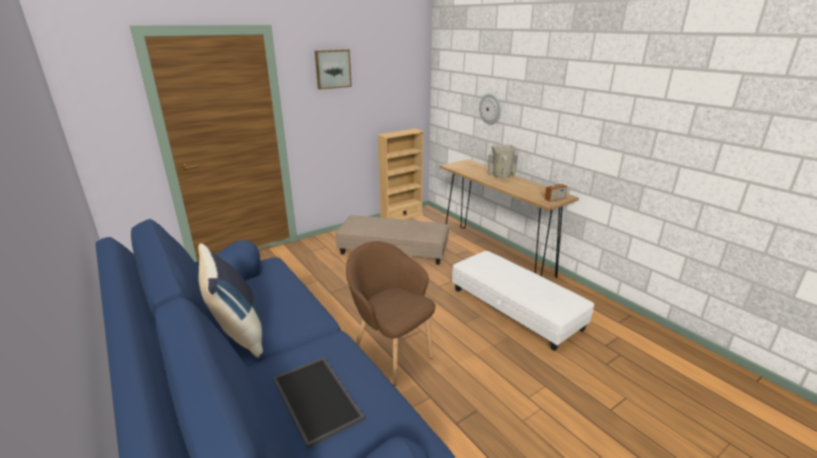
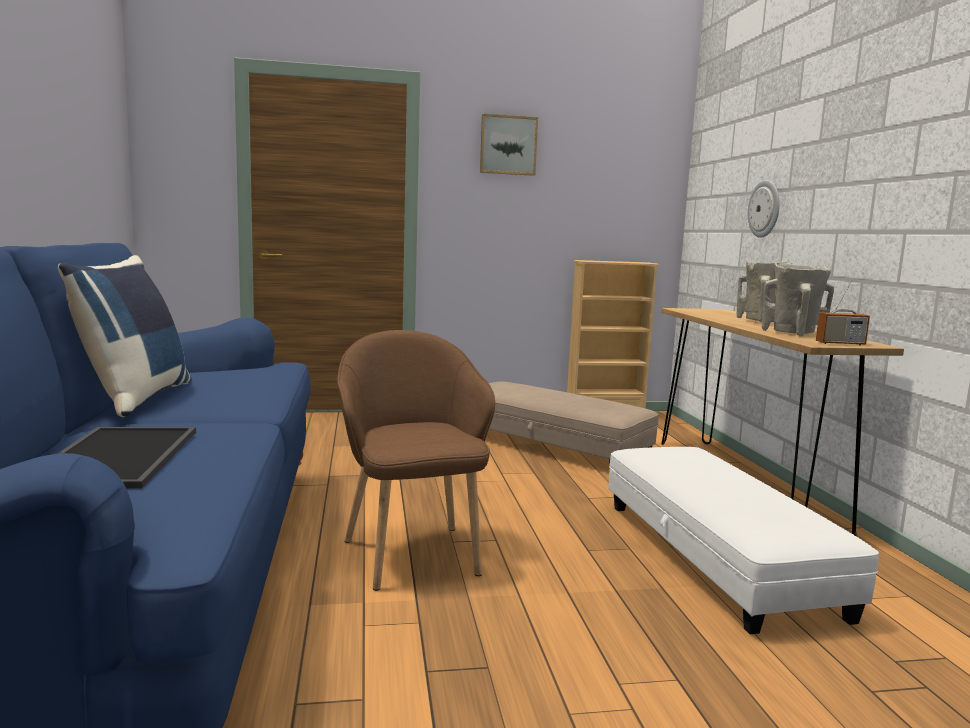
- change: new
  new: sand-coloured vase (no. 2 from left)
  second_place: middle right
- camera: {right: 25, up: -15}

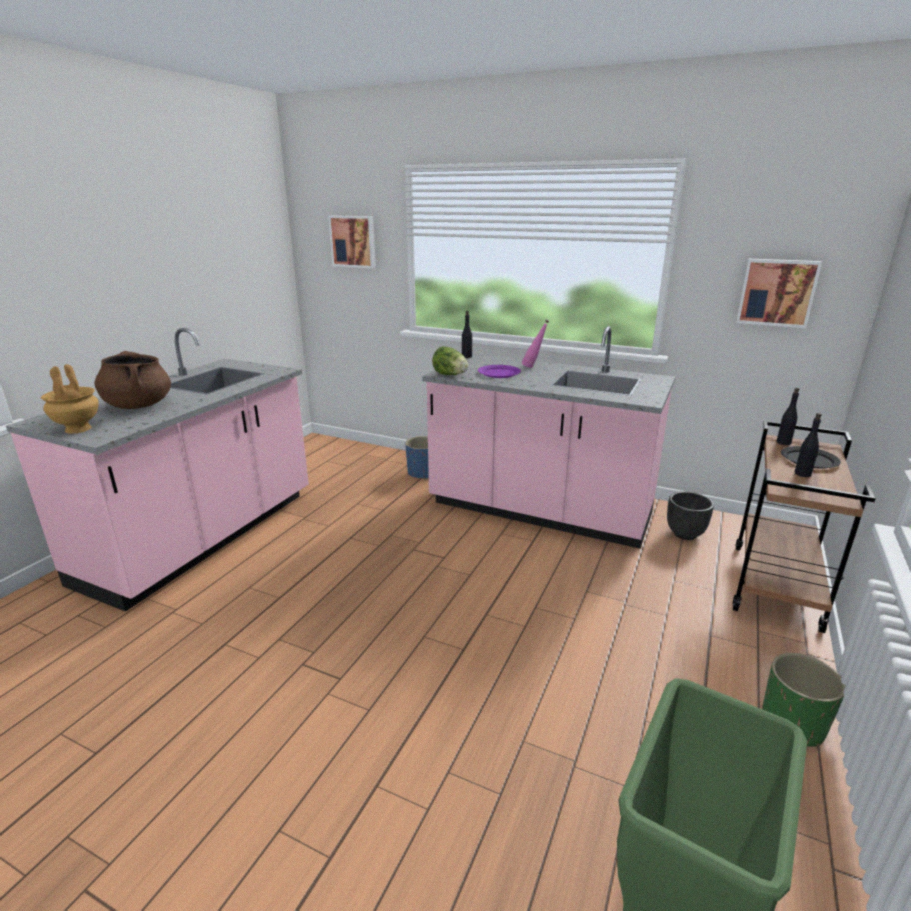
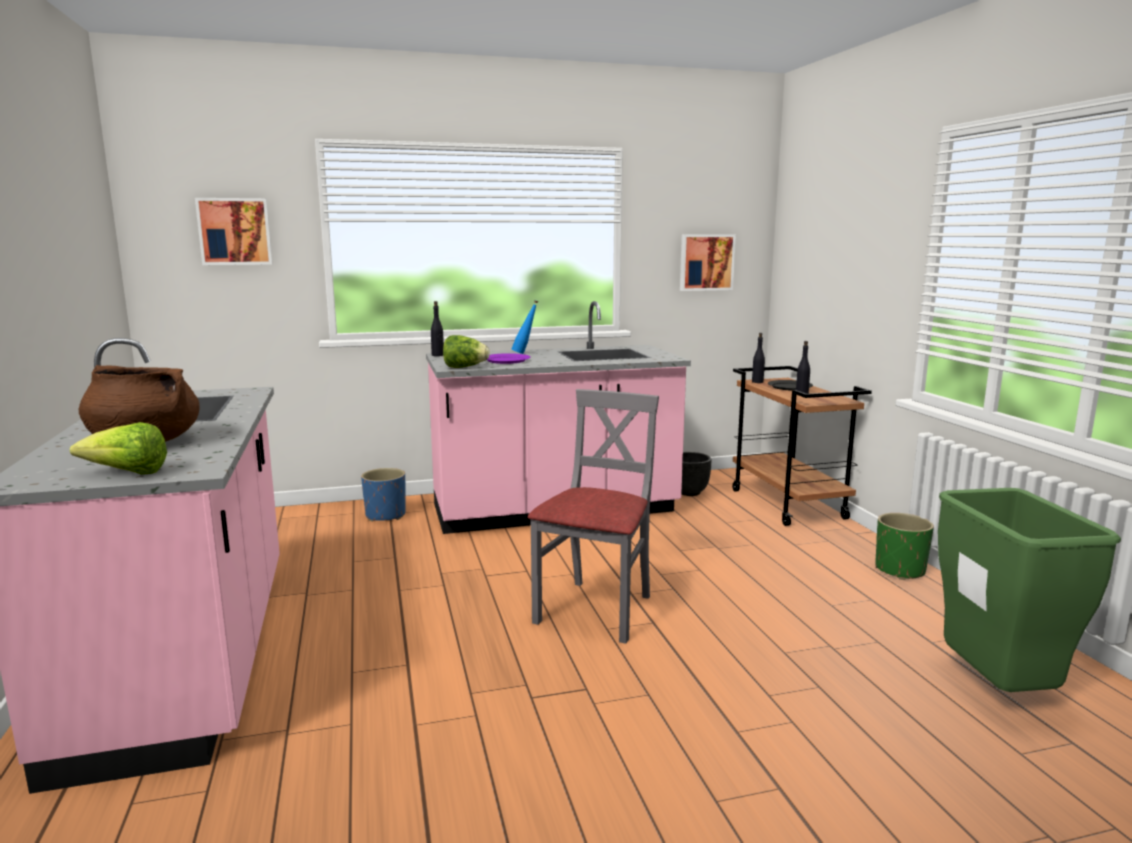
- change: repainted
  old: pinkish bottle
  new: bluish bottle
  first_place: centre
  second_place: centre
- change: swapped
  old: brown vase
  new: head of lettuce (no. 1 from left)
  first_place: middle left
  second_place: middle left
- change: new
  new: grey chair
  second_place: centre
- camera: {right: -40, up: -10}

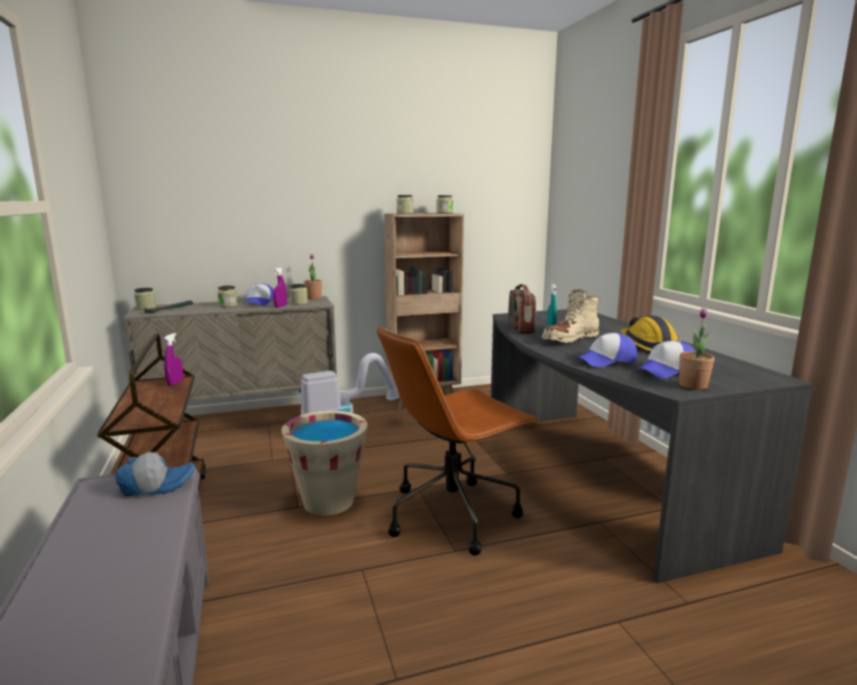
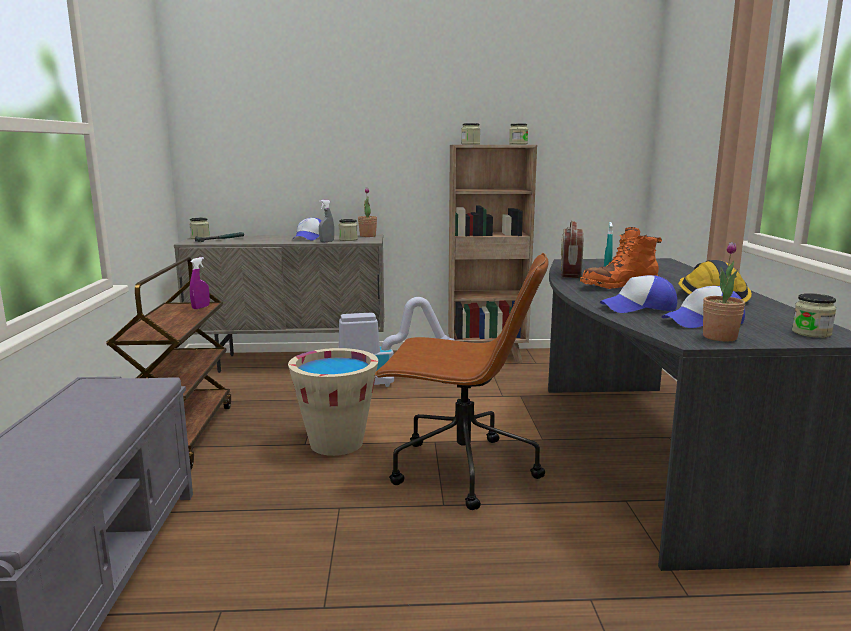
- change: repainted
  old: purple hand sprayer (no. 2 from left)
  new: grey hand sprayer
  first_place: middle left
  second_place: centre
- change: shifted
  old: storage jar (no. 2 from left in the first image)
  new: storage jar (no. 5 from left)
  first_place: middle left
  second_place: middle right
- change: repainted
  old: sand-coloured boot
  new: orangey boot
  first_place: centre
  second_place: middle right
- change: rotated
  old: brown desk chair
  first_place: centre
  second_place: centre
  degrees: -150
- change: gone
  old: cap (no. 1 from left)
  first_place: bottom left
- camera: {right: 15, up: 0}

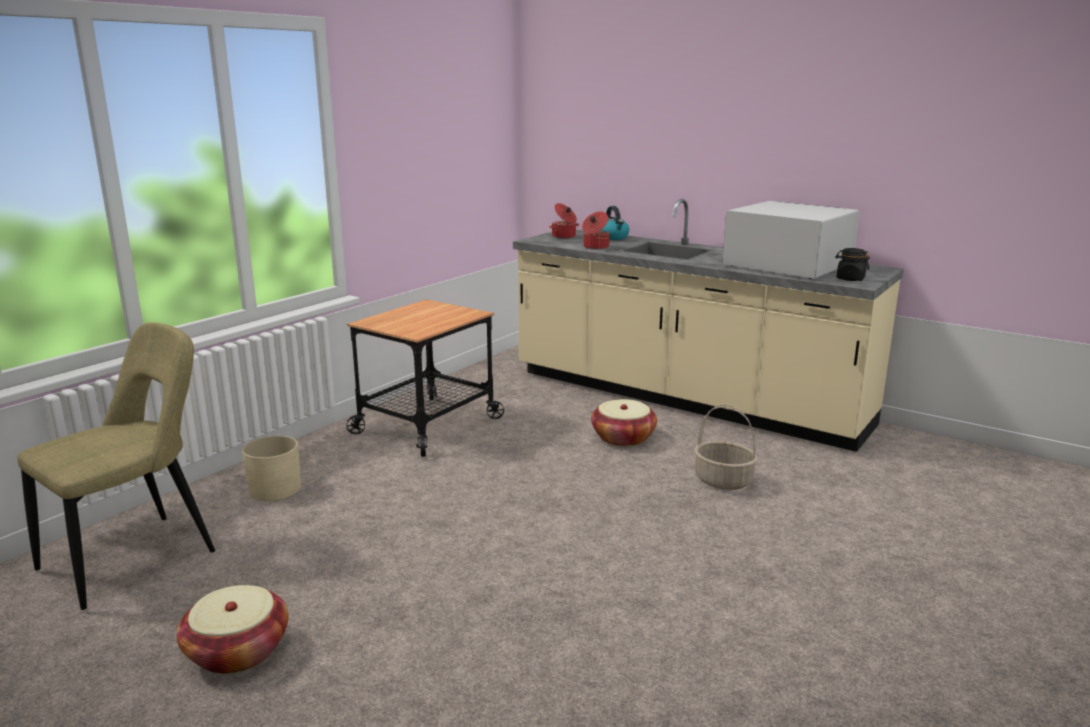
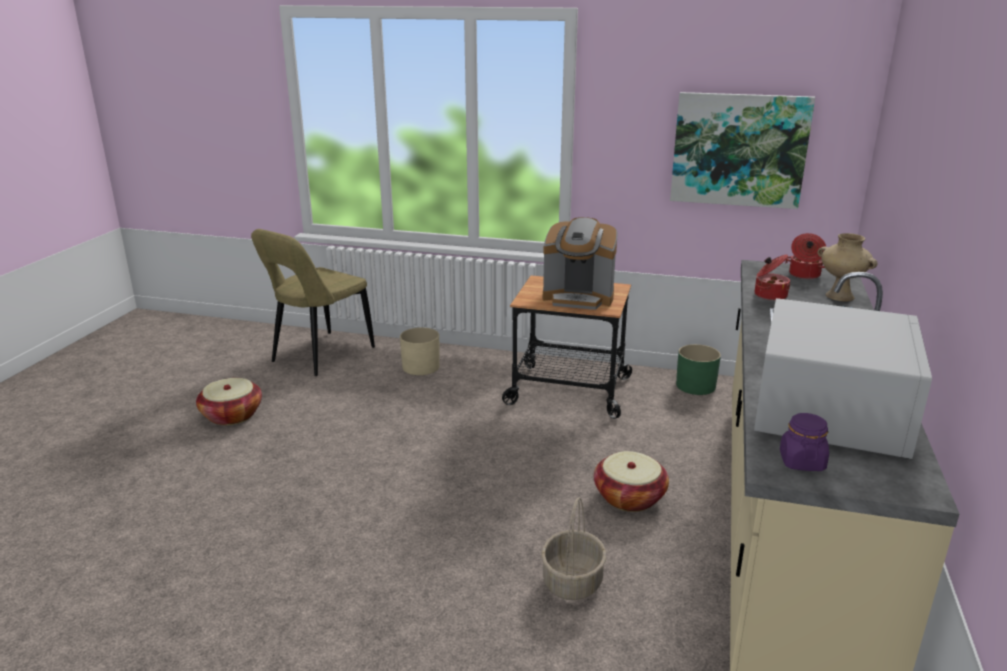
- change: swapped
  old: water kettle
  new: sand-coloured vase
  first_place: top centre
  second_place: middle right
- change: repainted
  old: blackish storage jar
  new: purple storage jar
  first_place: middle right
  second_place: middle right
- change: rotated
  old: sand-coloured chair
  first_place: middle left
  second_place: middle left
  degrees: 105
- change: new
  new: picture
  second_place: top right
- change: new
  new: coffee maker
  second_place: centre
- change: new
  new: green planter
  second_place: middle right
- camera: {right: 70, up: 5}

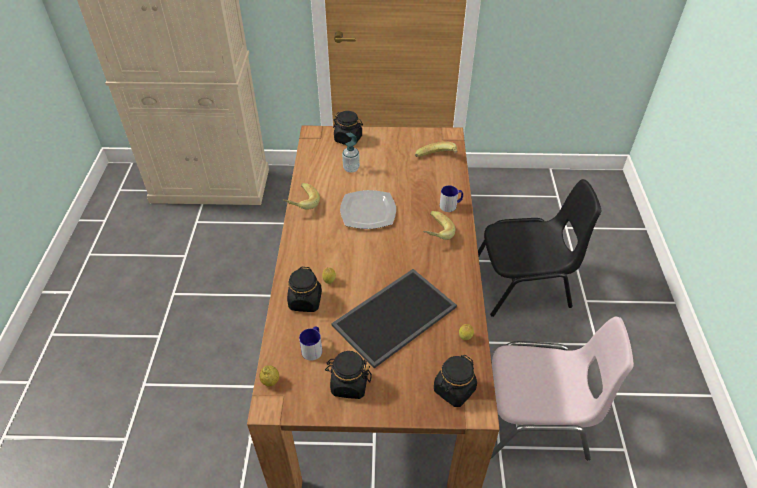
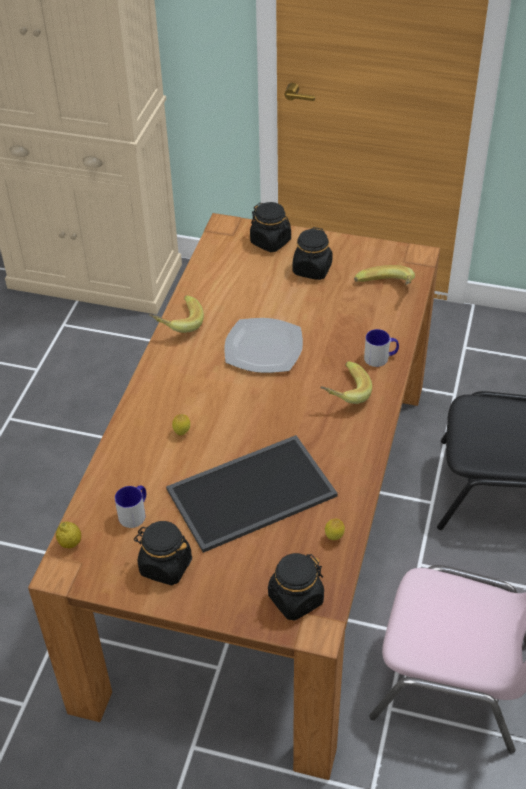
- change: gone
  old: soap dispenser
  first_place: top centre
- change: shifted
  old: blackish storage jar (no. 1 from left in the first image)
  new: blackish storage jar (no. 4 from left)
  first_place: centre
  second_place: top centre
- camera: {right: 15, up: 0}

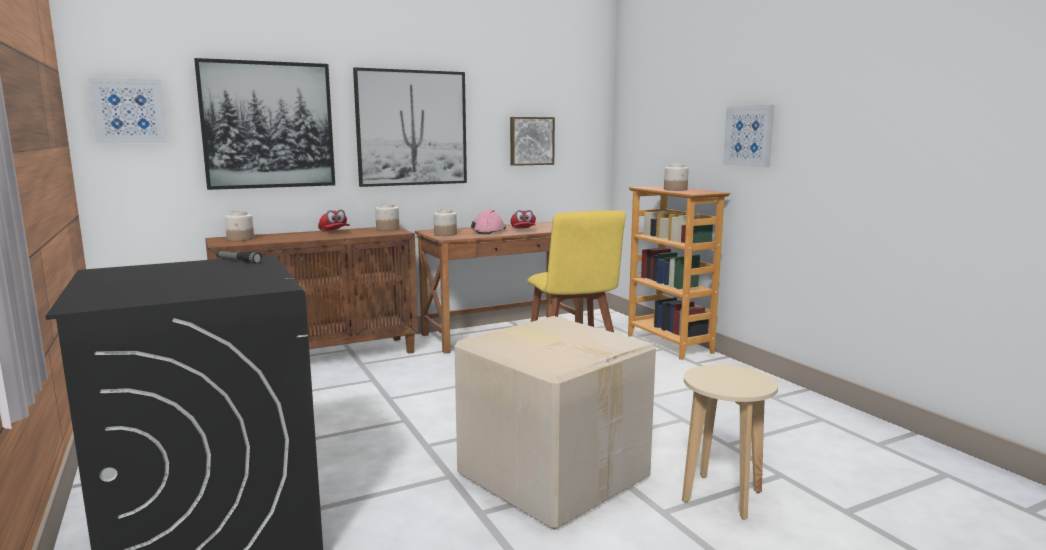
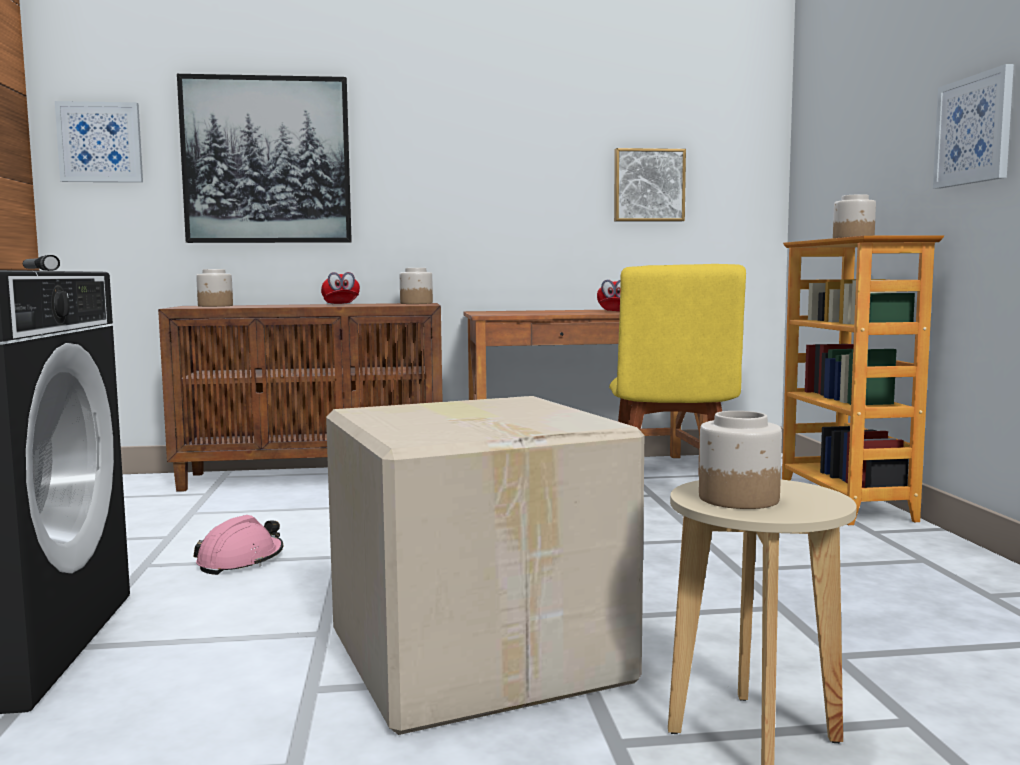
- change: gone
  old: picture (no. 3 from left)
  first_place: top centre
- change: shifted
  old: storage jar (no. 3 from left)
  first_place: centre
  second_place: middle right
- change: shifted
  old: pinkish work helmet
  first_place: centre
  second_place: bottom left
- camera: {right: 20, up: -5}

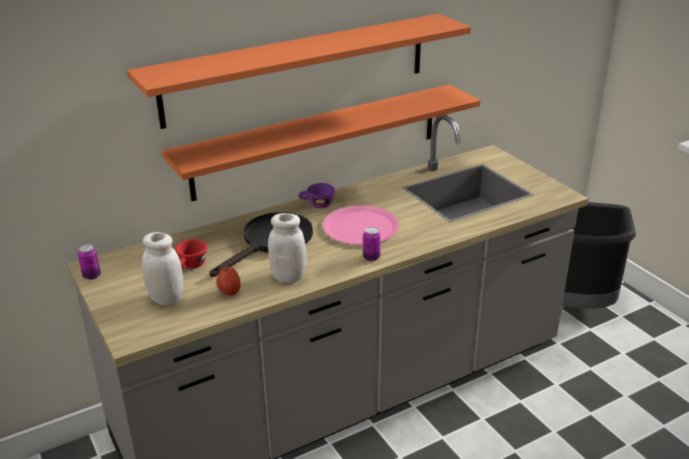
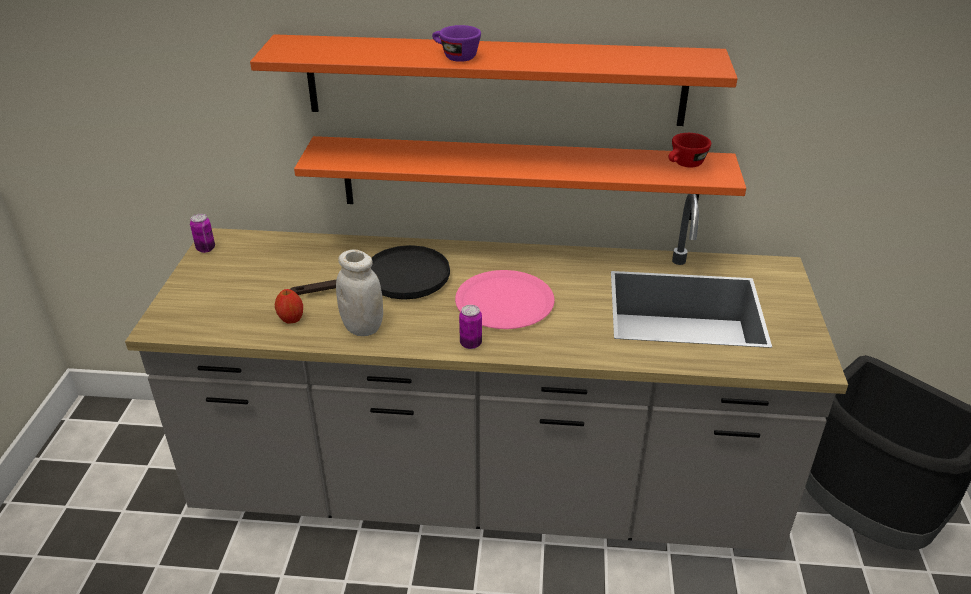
- change: shifted
  old: purple drinking cup
  first_place: centre
  second_place: top centre
- change: gone
  old: white-coloured storage jar (no. 1 from left)
  first_place: middle left
- change: shifted
  old: reddish drinking cup
  first_place: middle left
  second_place: top right
- camera: {right: 35, up: 5}

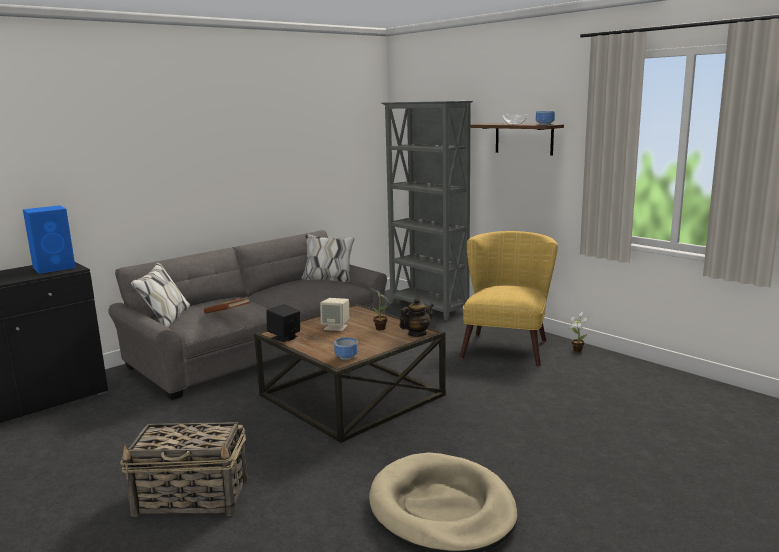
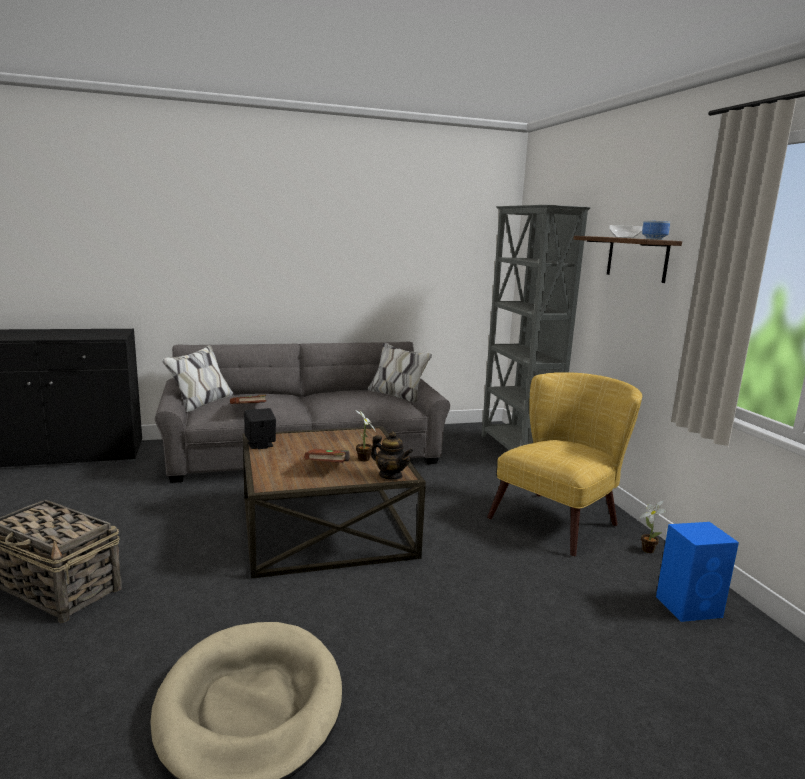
- change: shifted
  old: bluish audio speaker
  first_place: middle left
  second_place: bottom right
- change: gone
  old: sand-coloured audio speaker
  first_place: centre
- change: rotated
  old: teapot
  first_place: centre
  second_place: centre
  degrees: 45
- change: gone
  old: serving bowl (no. 1 from left)
  first_place: centre
- change: new
  new: brown book (no. 2 from left)
  second_place: centre
- camera: {right: 25, up: 0}

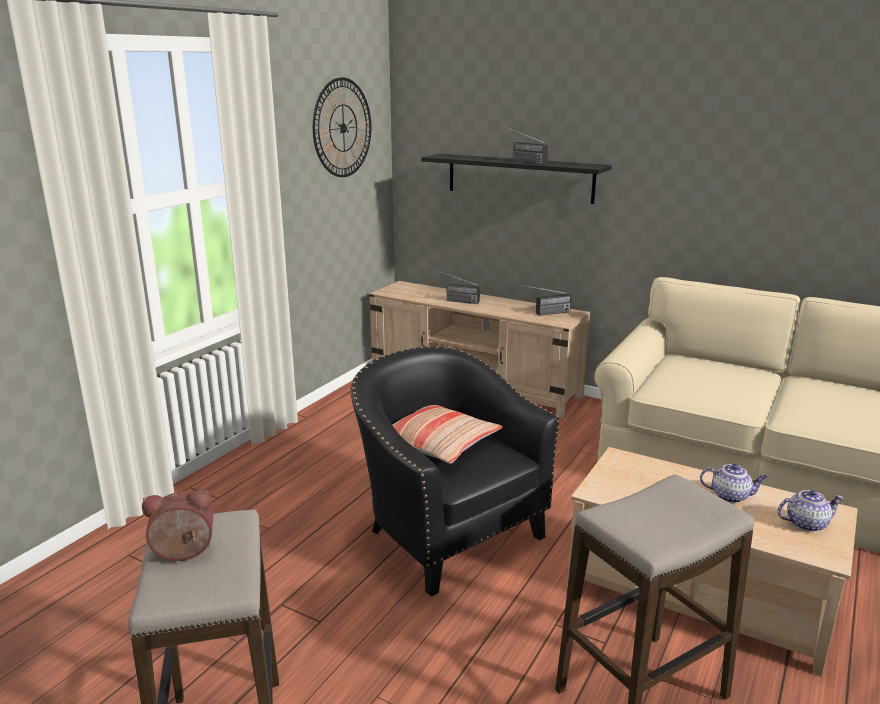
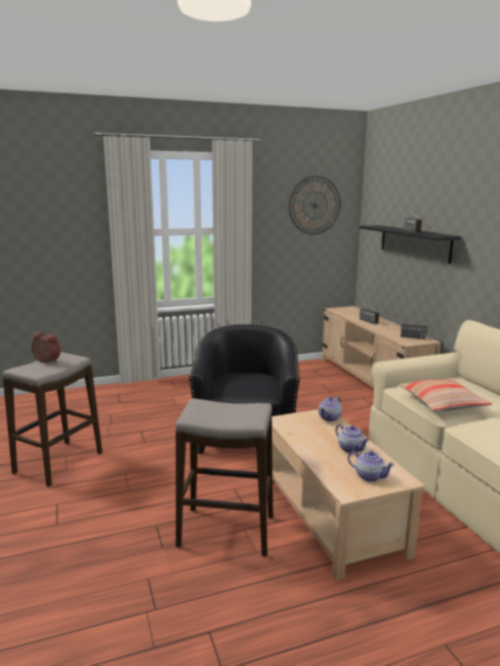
- change: shifted
  old: throw pillow
  first_place: centre
  second_place: middle right
- change: new
  new: teapot (no. 1 from left)
  second_place: centre
- camera: {right: 40, up: -5}

